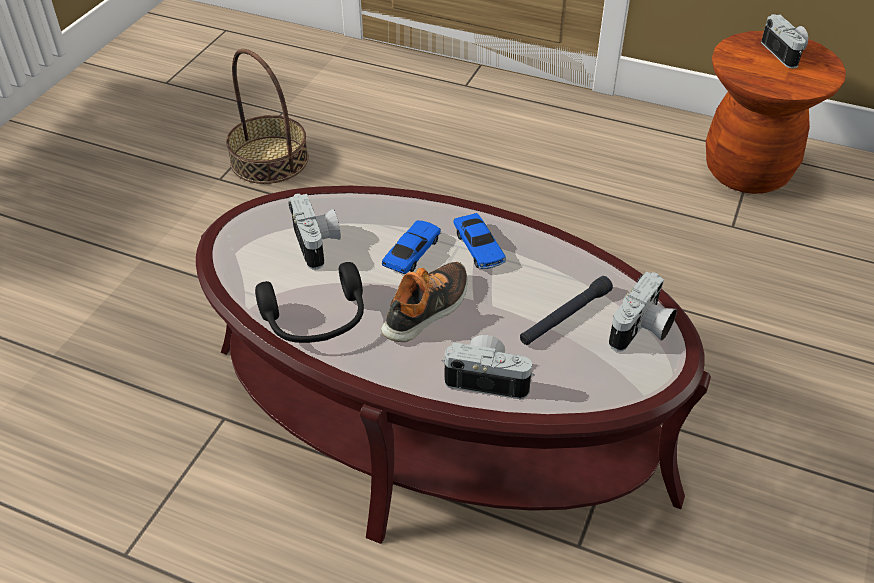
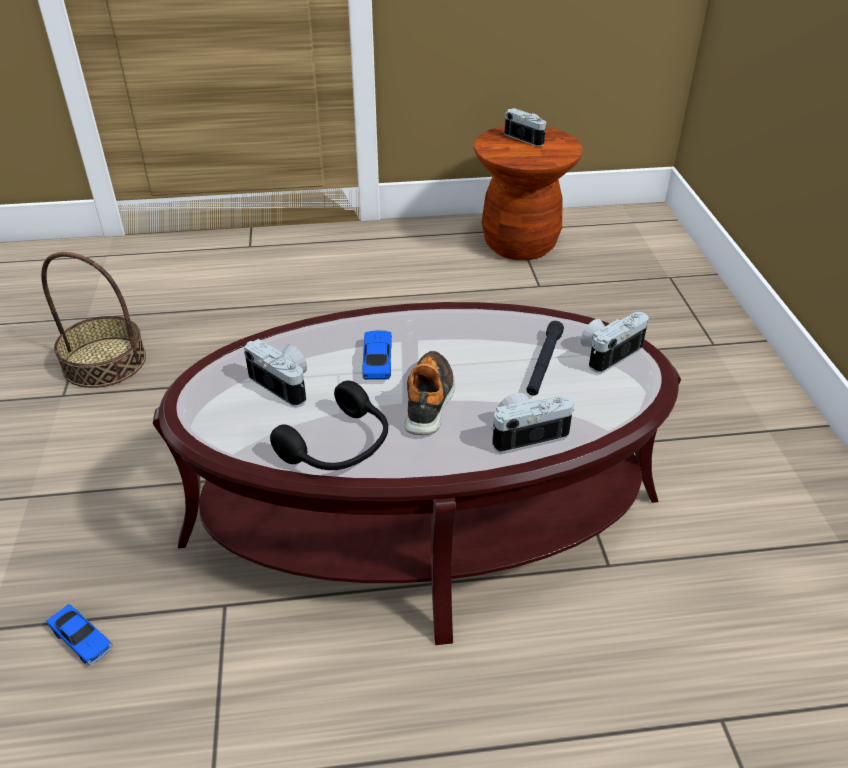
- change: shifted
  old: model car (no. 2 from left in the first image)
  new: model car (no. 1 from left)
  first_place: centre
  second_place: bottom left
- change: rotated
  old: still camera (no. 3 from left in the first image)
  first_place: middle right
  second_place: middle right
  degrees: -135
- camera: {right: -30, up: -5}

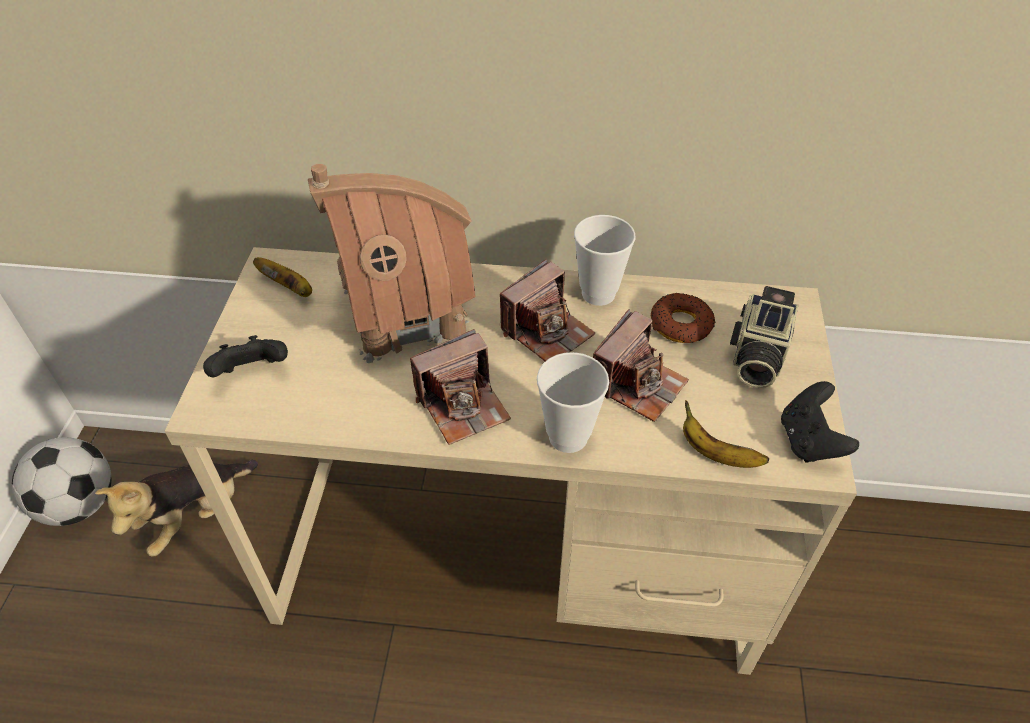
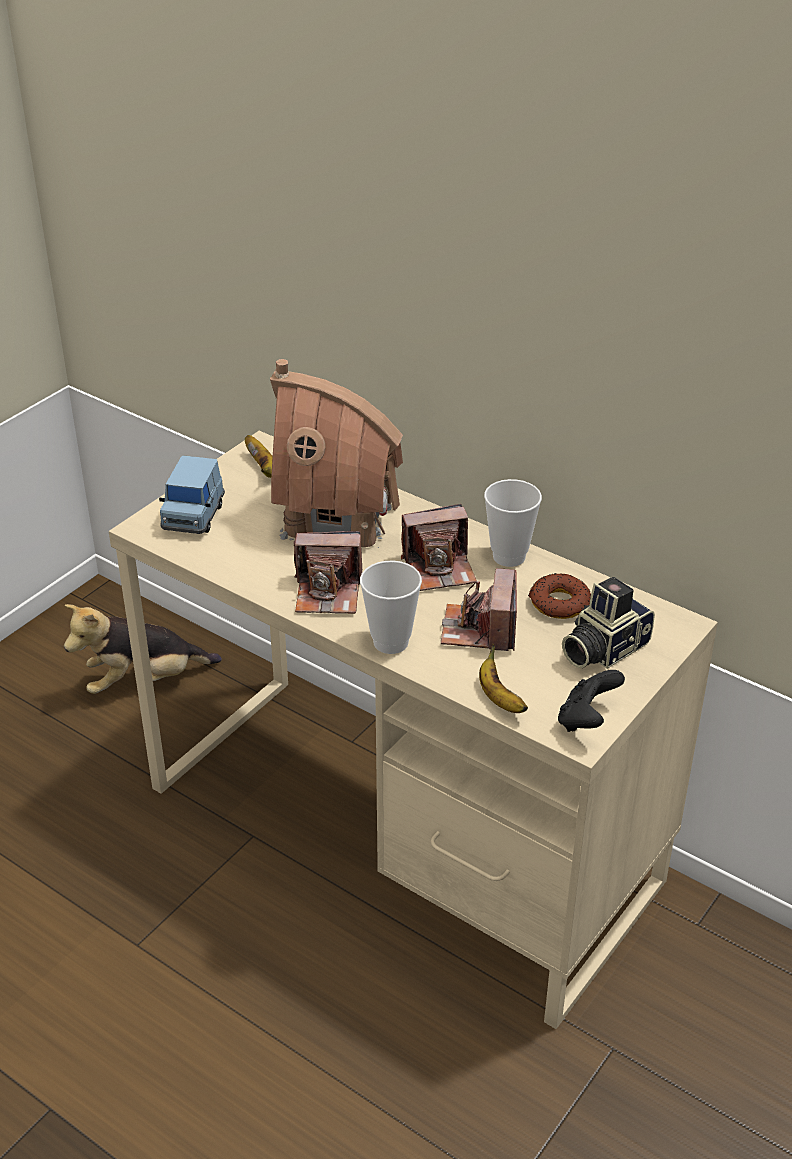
- change: rotated
  old: still camera (no. 3 from left)
  first_place: centre
  second_place: centre
  degrees: 120
- change: swapped
  old: blackish game controller (no. 1 from left)
  new: bluish model car
  first_place: middle left
  second_place: middle left
- change: gone
  old: football ball
  first_place: middle left
- camera: {right: 30, up: -10}

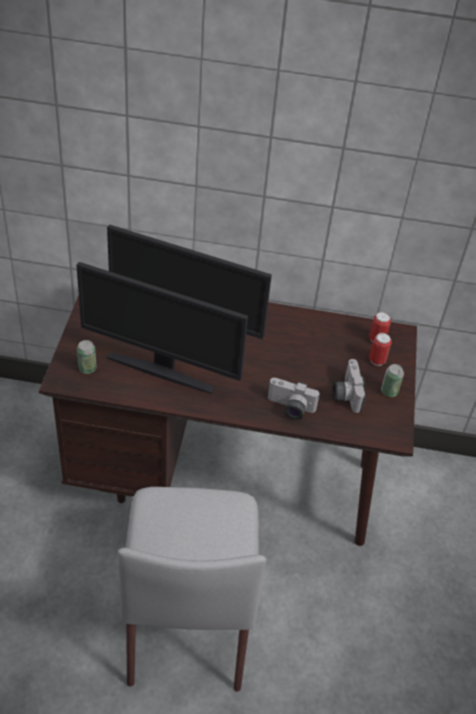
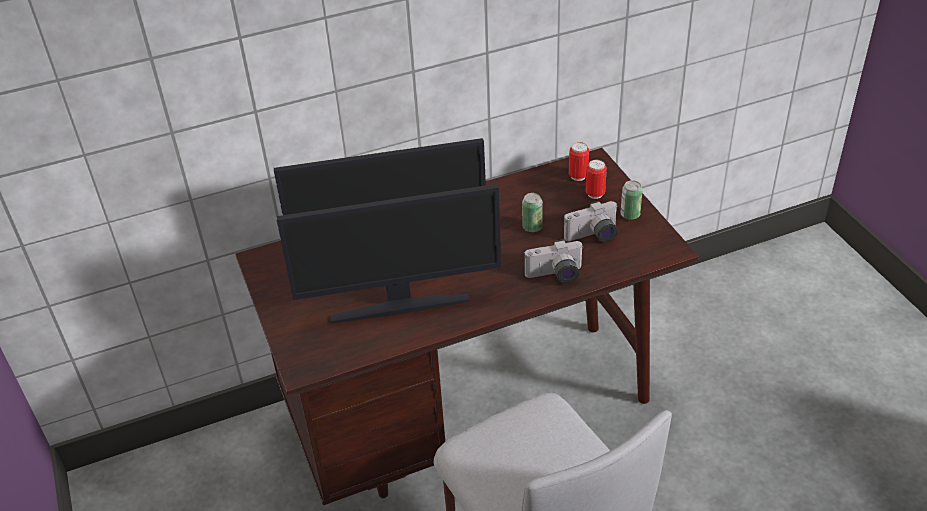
- change: shifted
  old: metal can (no. 1 from left)
  first_place: middle left
  second_place: centre
- change: rotated
  old: still camera (no. 2 from left)
  first_place: middle right
  second_place: centre
  degrees: -75
- camera: {right: -25, up: -5}

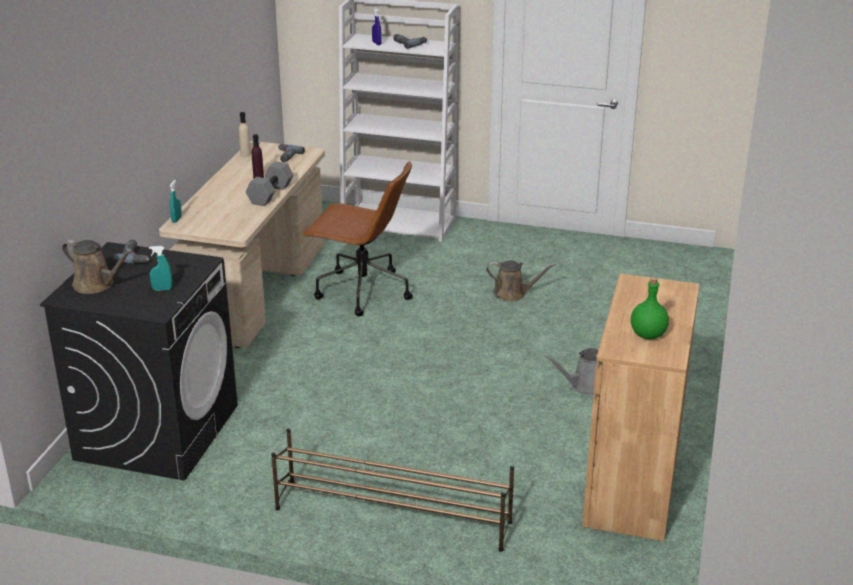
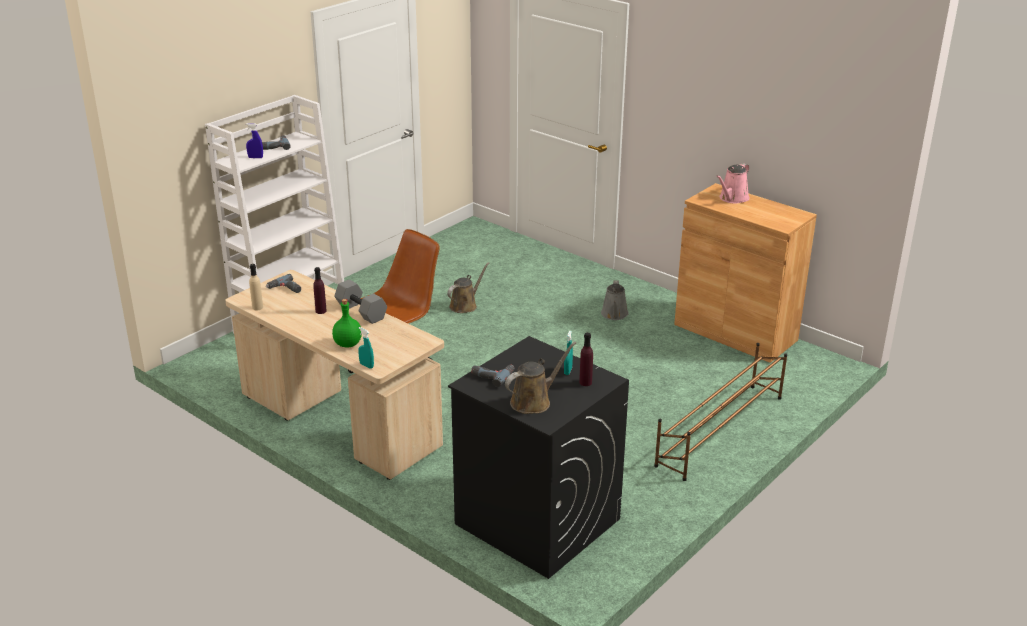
- change: shifted
  old: green bottle
  first_place: middle right
  second_place: centre
- change: new
  new: pinkish sprinkling can
  second_place: top right
- change: new
  new: purple bottle (no. 2 from left)
  second_place: centre
- camera: {right: -65, up: 0}

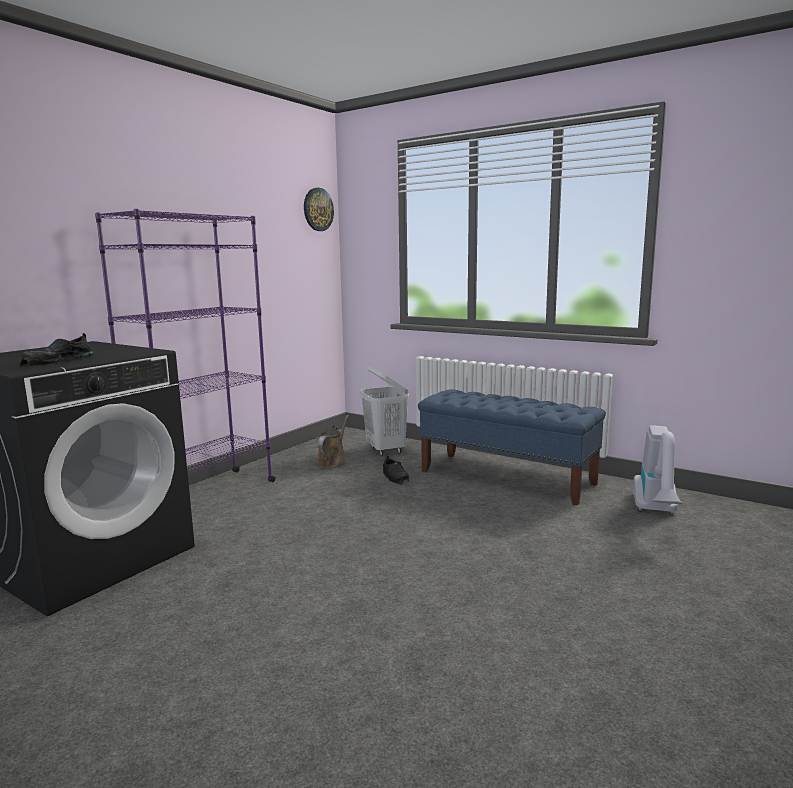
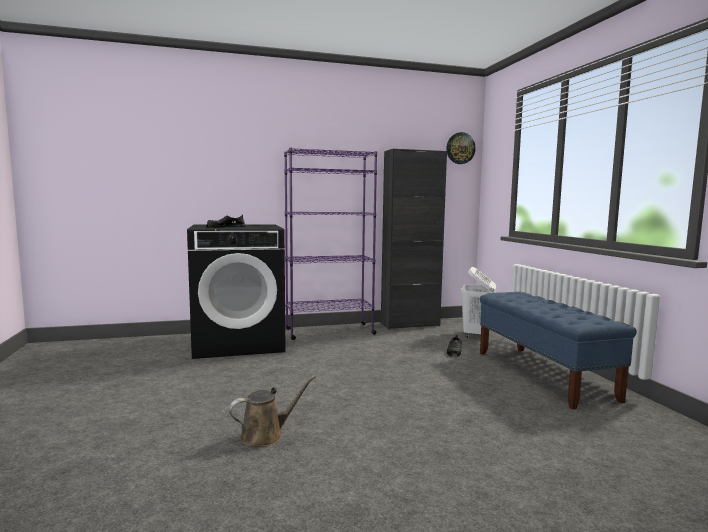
- change: shifted
  old: brown sprinkling can
  first_place: centre
  second_place: bottom centre
- change: gone
  old: vacuum
  first_place: middle right
- change: new
  new: blackish cupboard
  second_place: centre
- camera: {right: 40, up: -5}

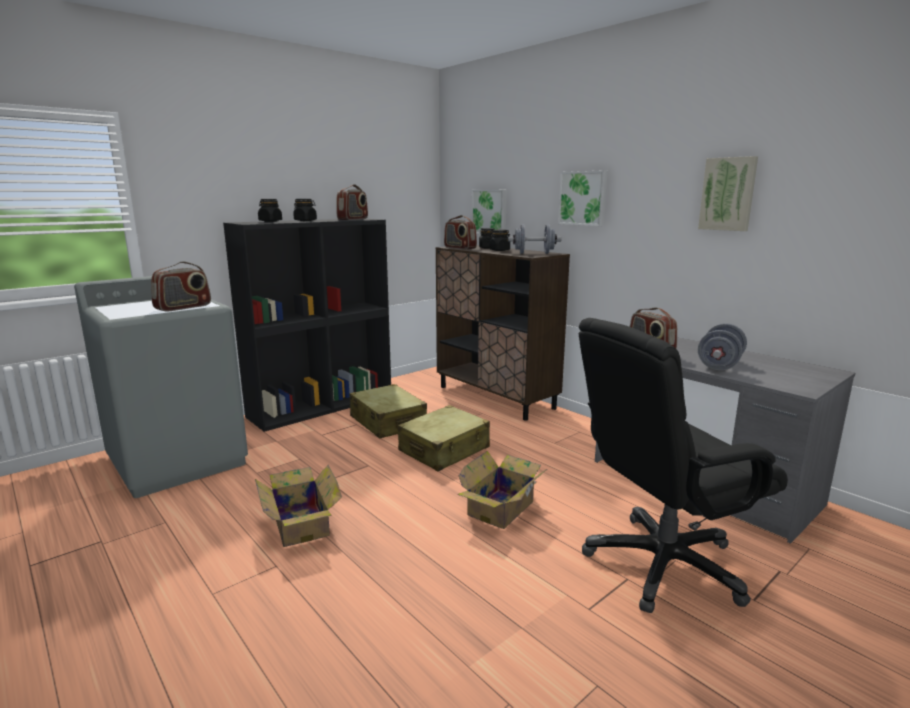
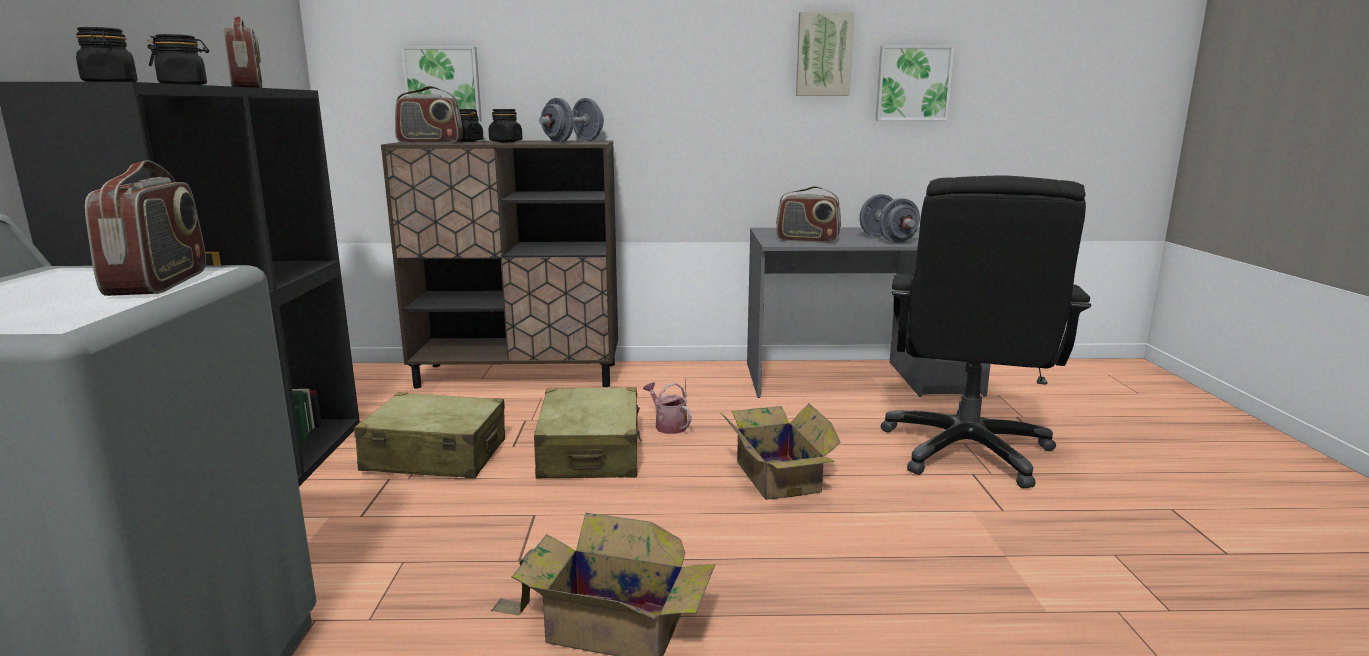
- change: shifted
  old: picture (no. 2 from left in the first image)
  new: picture (no. 3 from left)
  first_place: top centre
  second_place: top right
- change: new
  new: sprinkling can
  second_place: centre
- camera: {right: -50, up: 0}

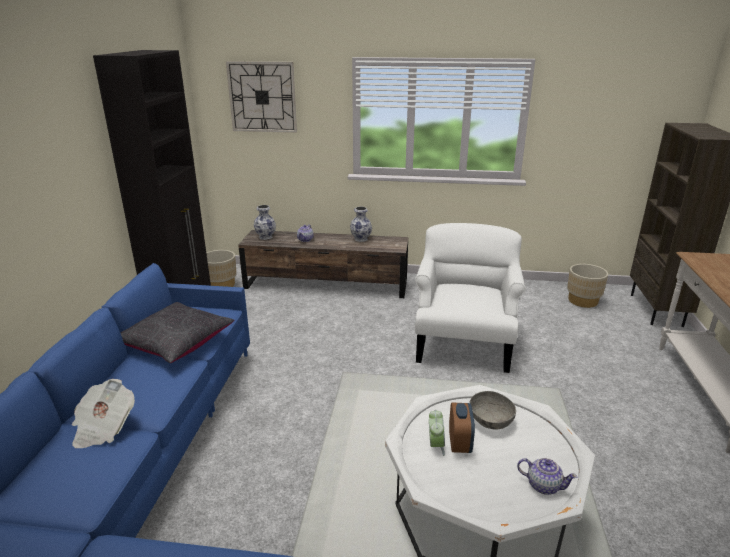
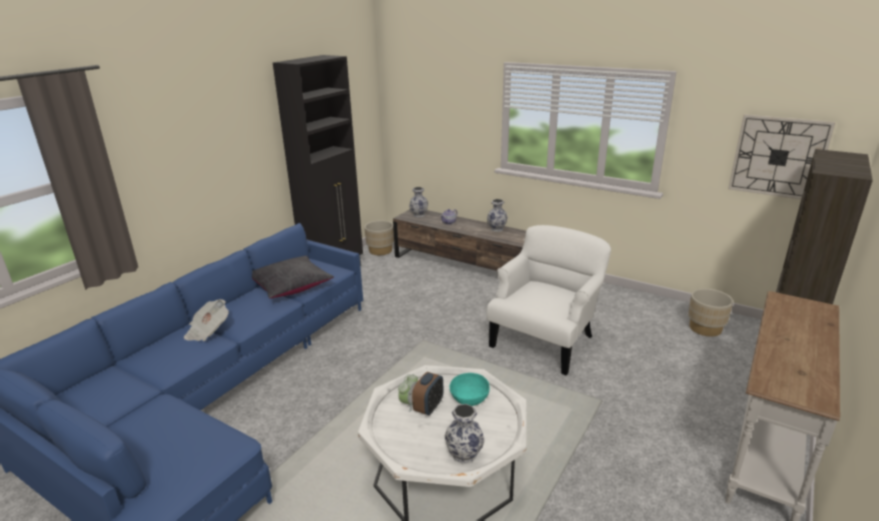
- change: shifted
  old: wall clock
  first_place: top centre
  second_place: top right
- change: repainted
  old: grey serving bowl
  new: turquoise-coloured serving bowl
  first_place: bottom right
  second_place: bottom centre
- change: swapped
  old: teapot (no. 2 from left)
  new: vase (no. 2 from left)
  first_place: bottom right
  second_place: bottom centre
- camera: {right: 25, up: 0}

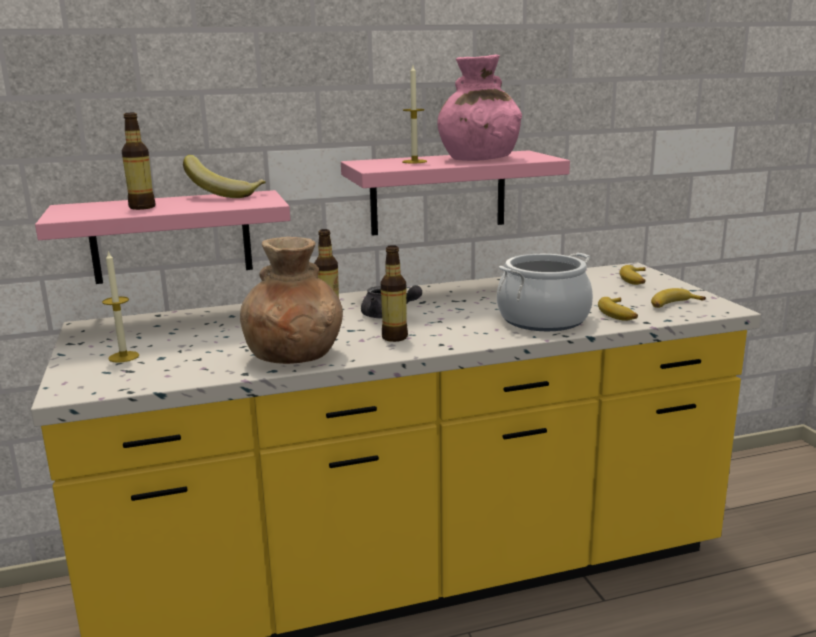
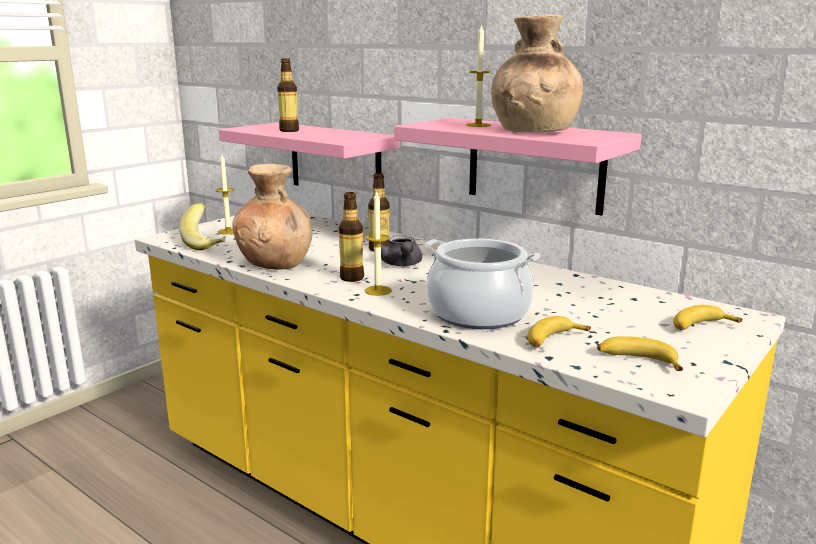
- change: repainted
  old: pinkish vase
  new: brown vase (no. 2 from left)
  first_place: top centre
  second_place: top centre
- change: shifted
  old: whole banana (no. 1 from left)
  first_place: top left
  second_place: middle left
- change: new
  new: candle (no. 2 from left)
  second_place: centre
- camera: {right: 55, up: 0}

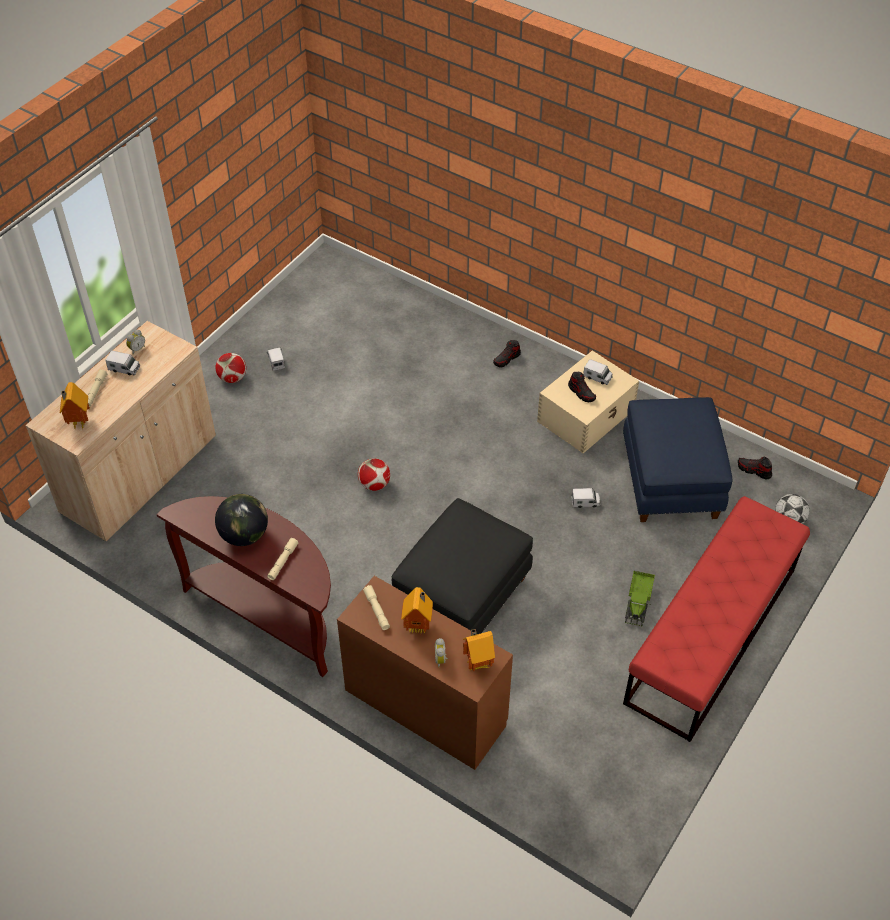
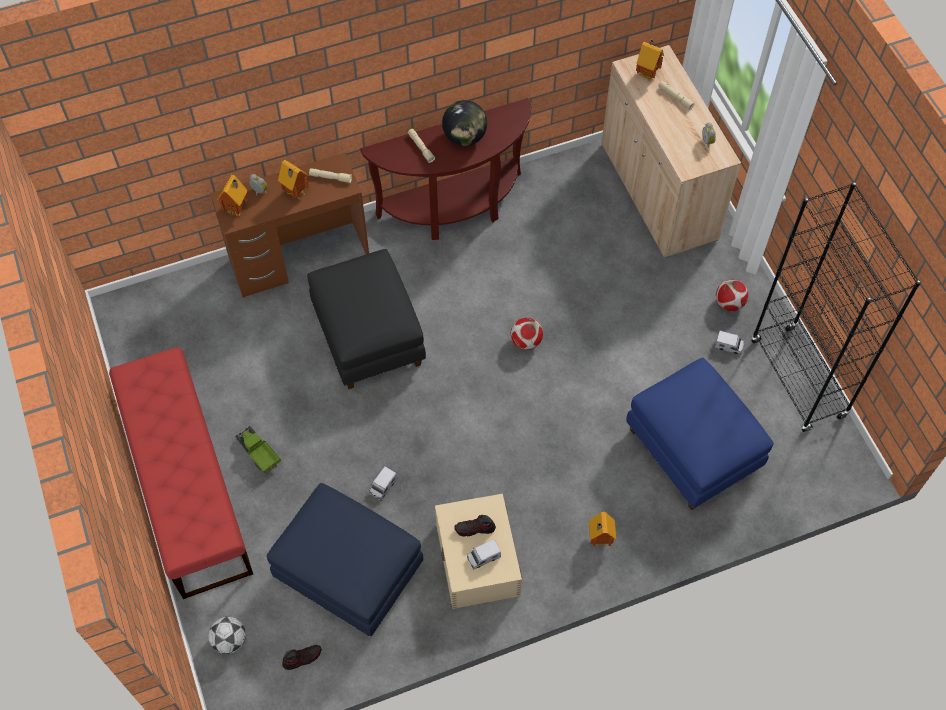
- change: swapped
  old: item of footwear (no. 1 from left)
  new: miniature house (no. 3 from left)
  first_place: centre
  second_place: bottom centre
- change: gone
  old: model truck (no. 1 from left)
  first_place: middle left
- change: new
  new: blackish bookshelf
  second_place: middle right
- change: new
  new: bluish footrest (no. 2 from left)
  second_place: middle right
- camera: {right: 125, up: 10}

